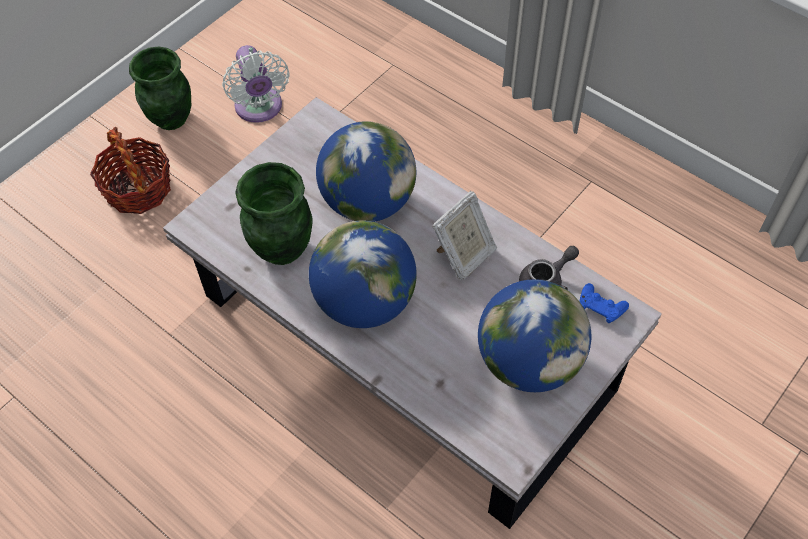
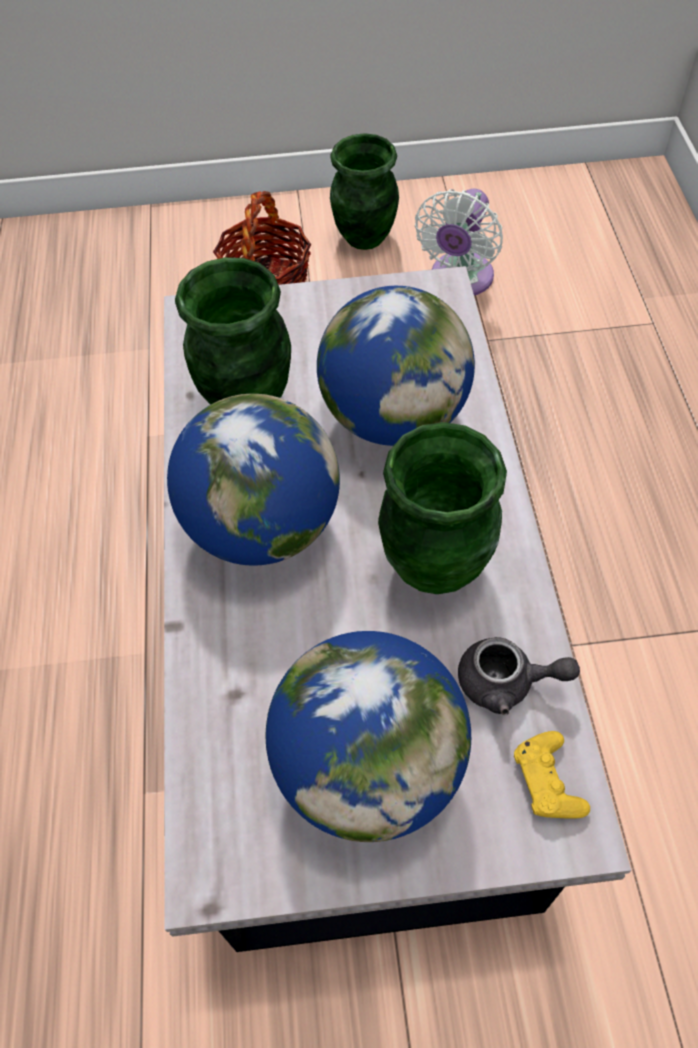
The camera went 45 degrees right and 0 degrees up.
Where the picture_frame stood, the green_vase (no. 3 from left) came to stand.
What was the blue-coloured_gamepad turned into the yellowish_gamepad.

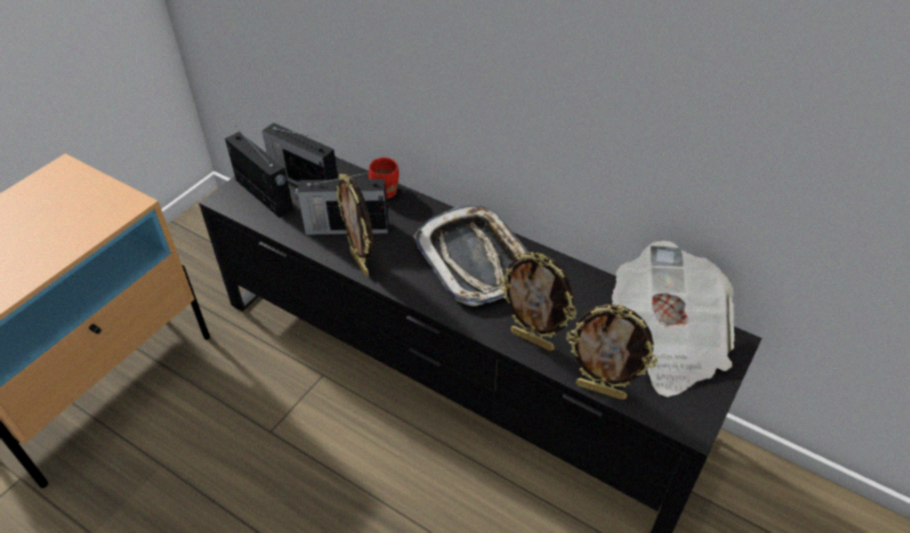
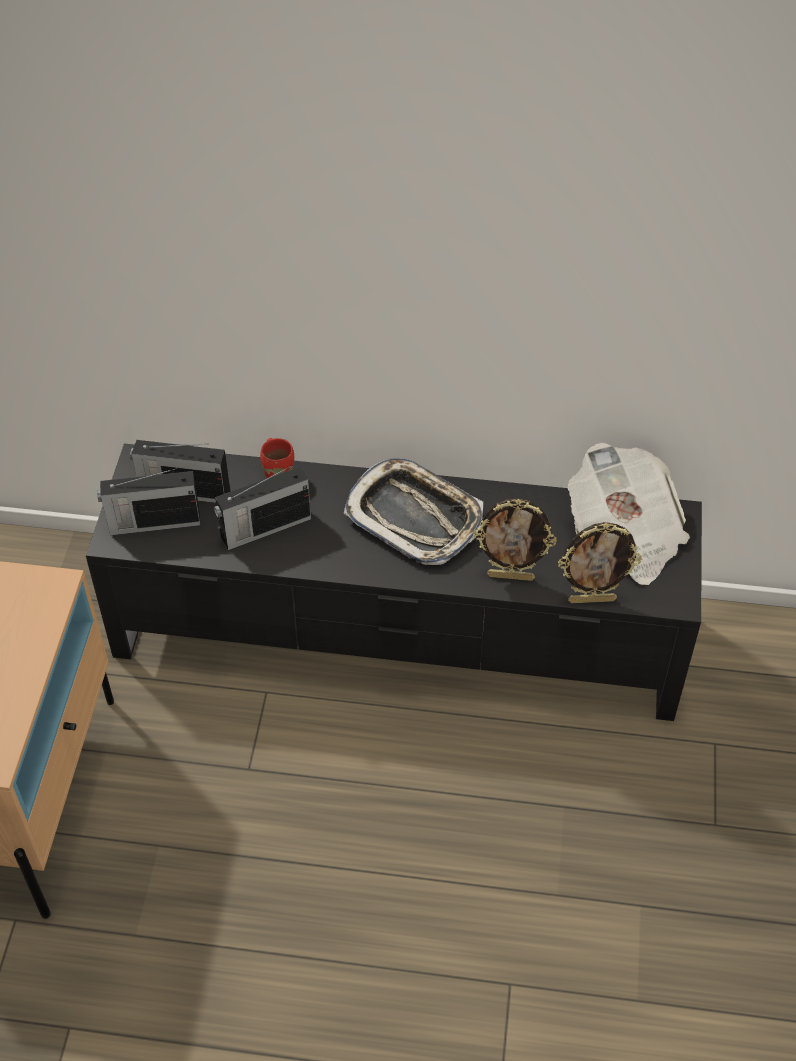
The camera went 25 degrees left and 5 degrees up.
The radio_receiver (no. 1 from left) ended up facing another way, 150 degrees clockwise from before.
The second view lost the picture_frame (no. 1 from left).

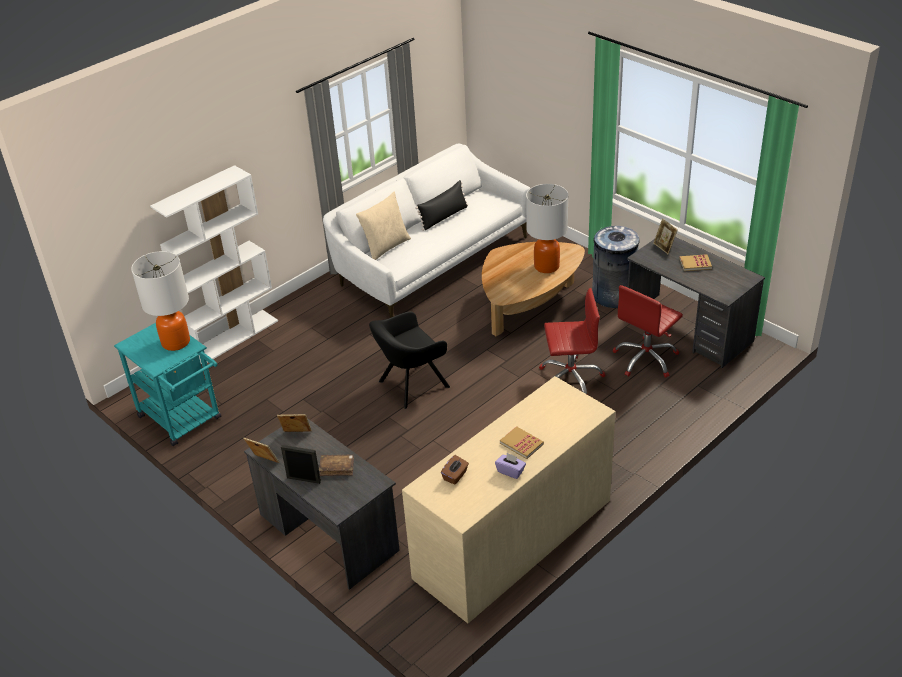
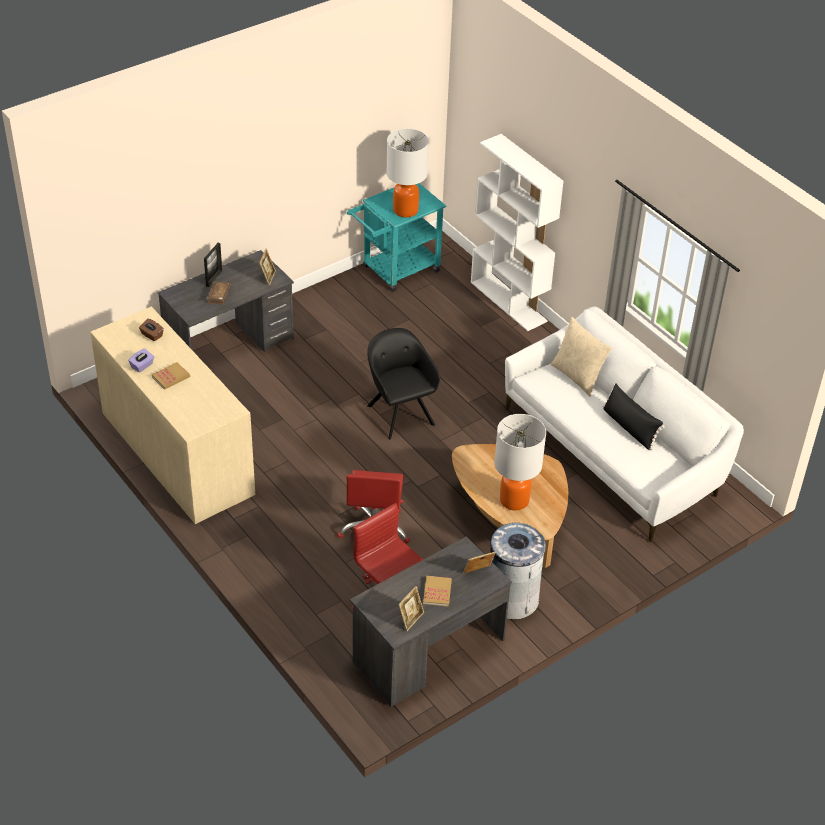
The camera went 95 degrees right and 5 degrees up.
The picture_frame (no. 1 from left in the first image) ended up elsewhere.

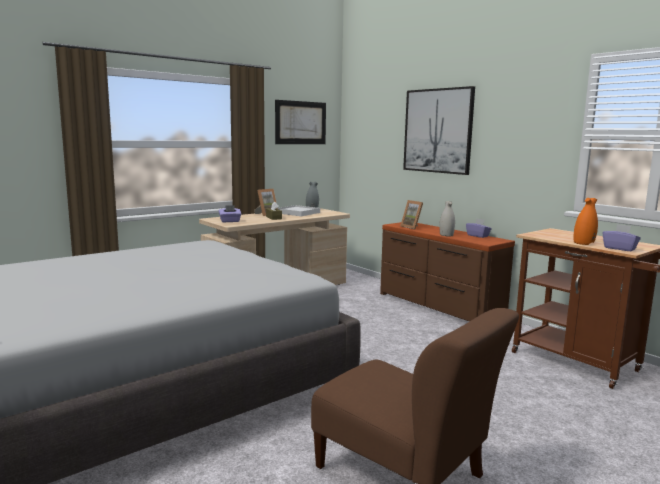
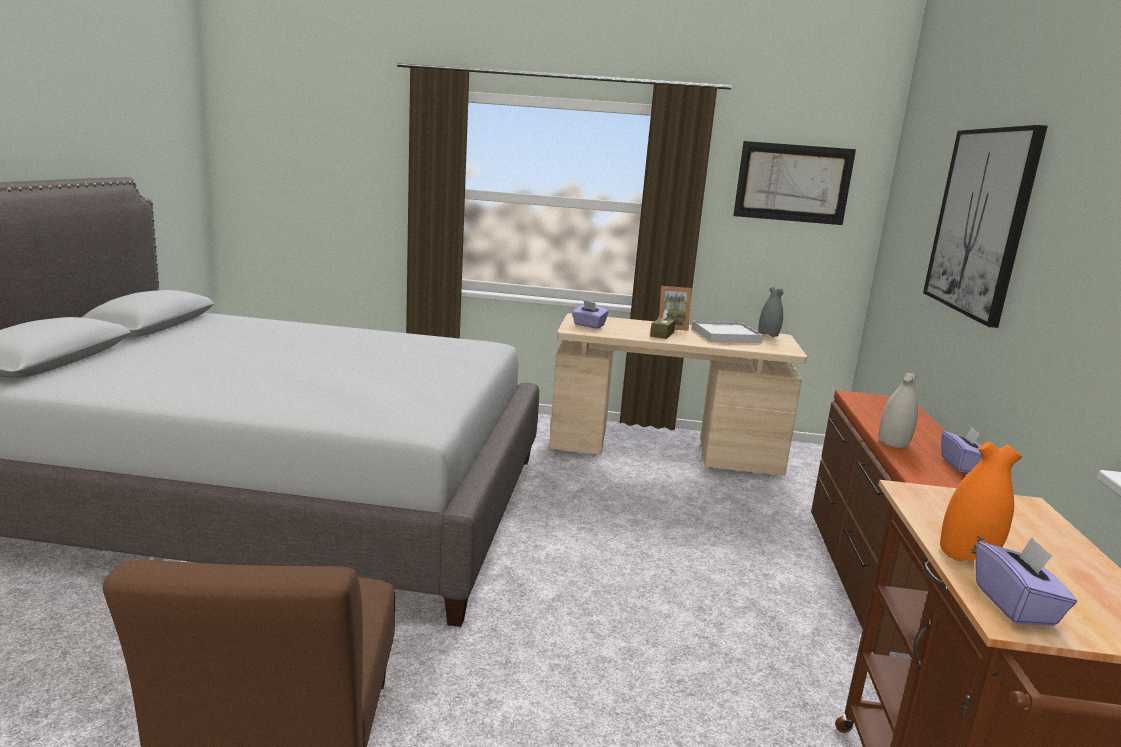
The camera went 45 degrees right and 5 degrees up.
The second view lost the picture_frame (no. 2 from left).

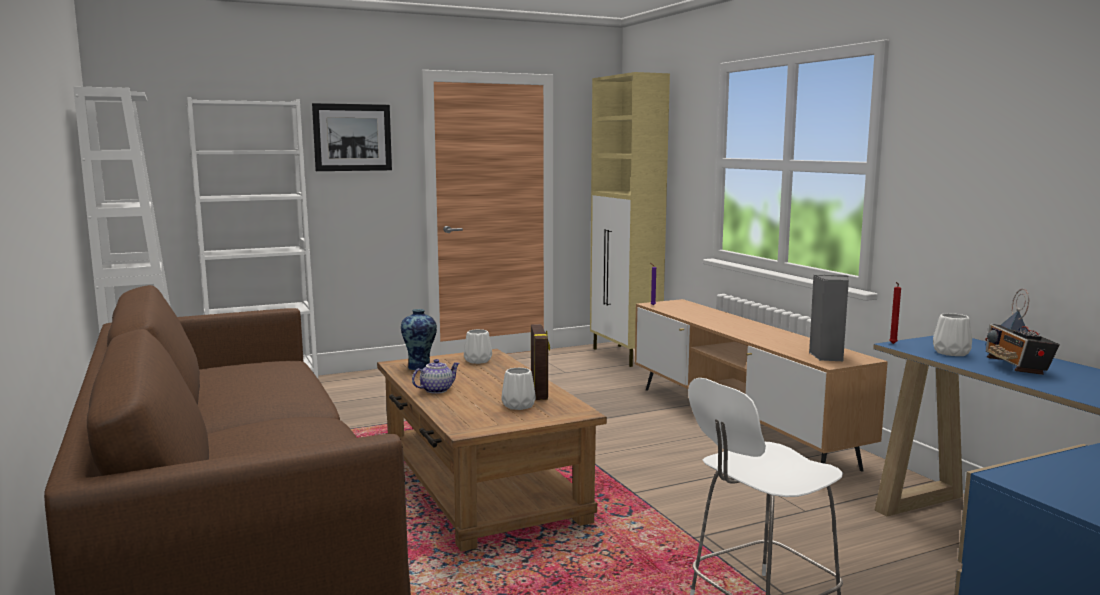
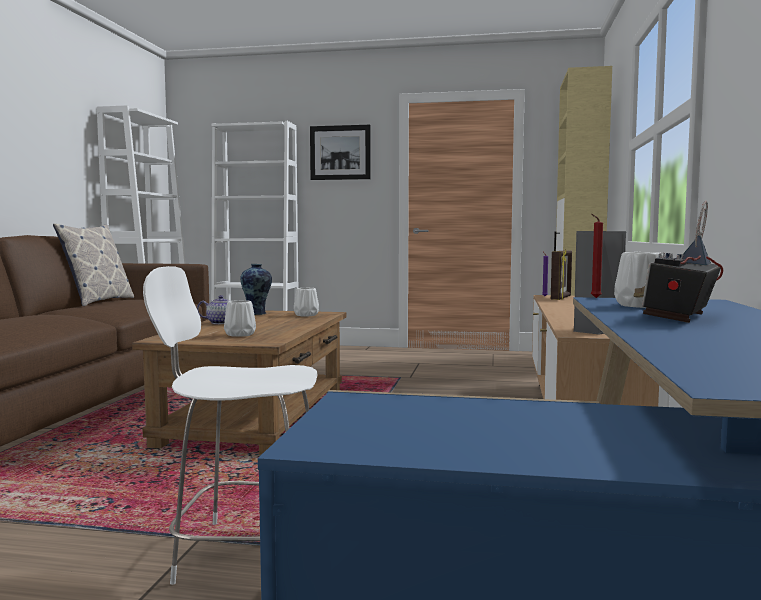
The camera went 35 degrees right and 5 degrees down.
The picture_frame ended up elsewhere.
The second view gained the cushion.

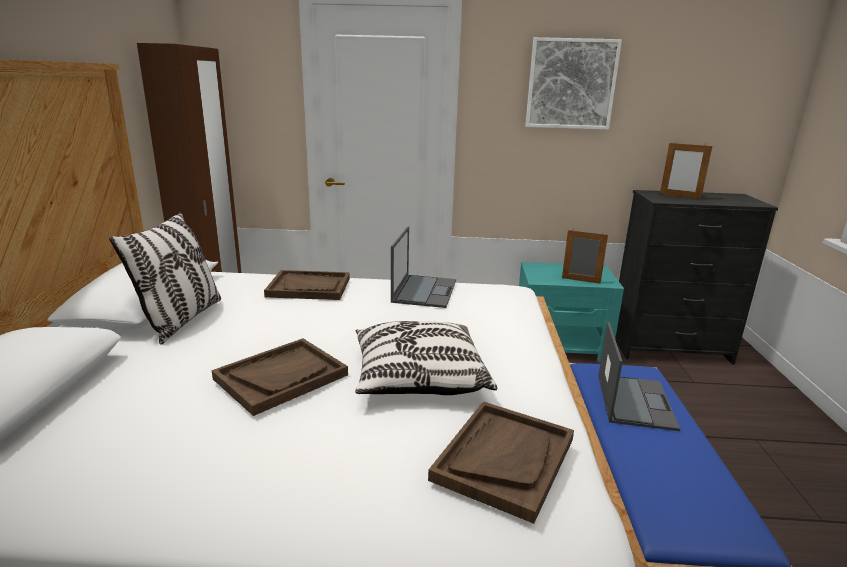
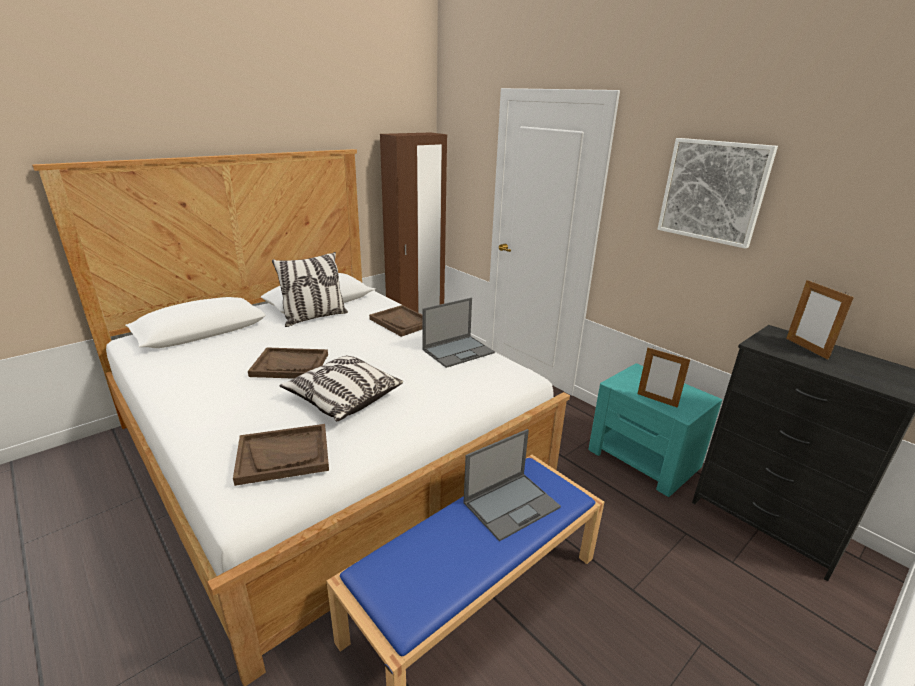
The camera went 45 degrees right and 5 degrees up.
The picture_frame (no. 1 from left) ended up facing another way, 150 degrees clockwise from before.

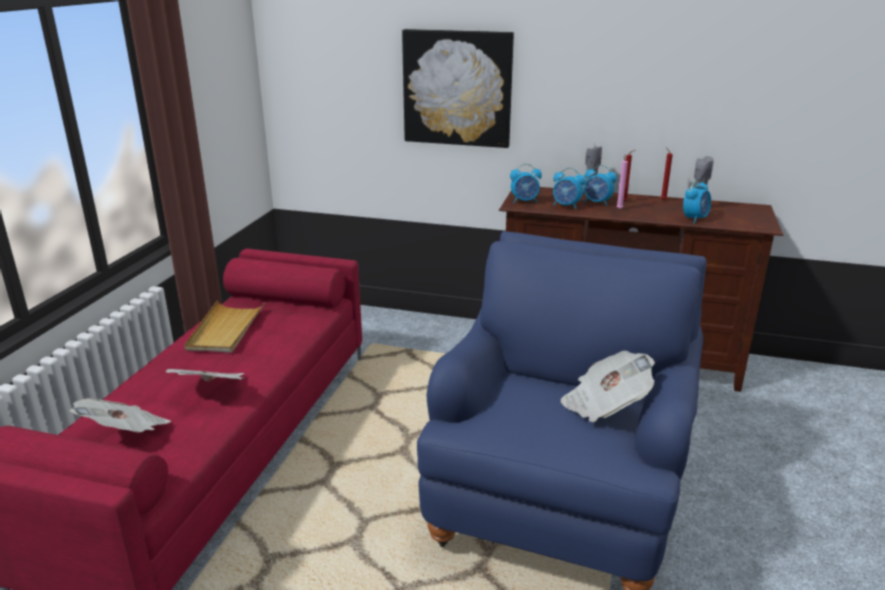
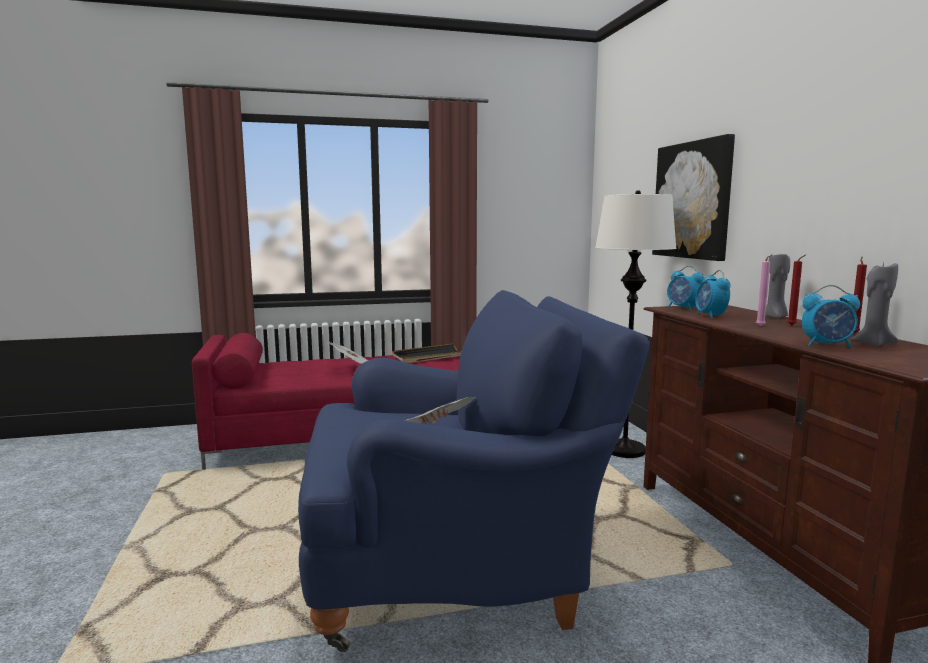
The camera went 60 degrees right and 15 degrees down.
The second view lost the newspaper (no. 1 from left).
What was the sand-coloured_serving_tray turned into the black-coloured_serving_tray.
The second view lost the alarm_clock (no. 3 from left).
The second view gained the white-coloured_standard_lamp.

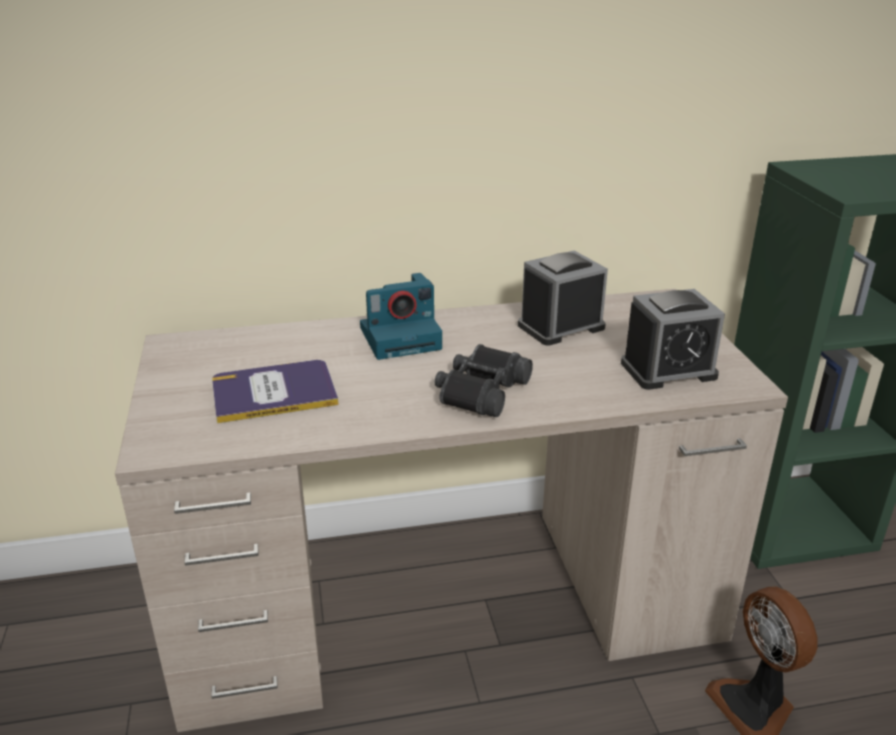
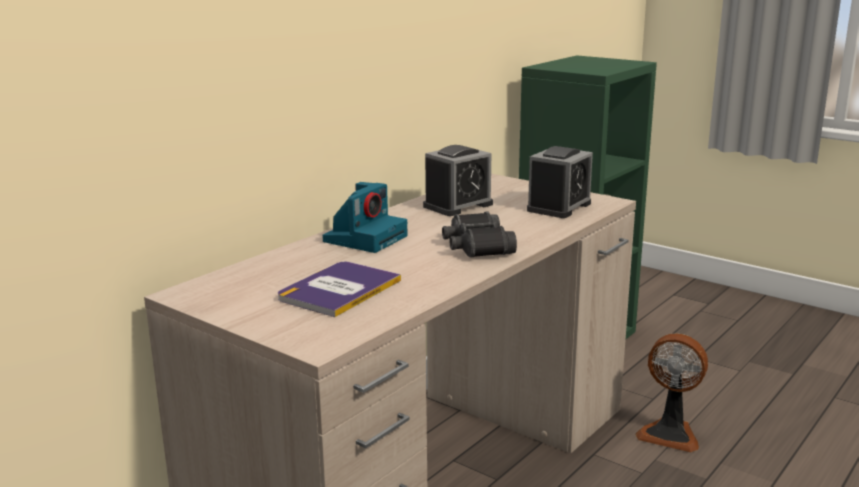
The camera went 40 degrees left and 10 degrees down.
The alarm_clock (no. 1 from left) ended up facing another way, 150 degrees counterclockwise from before.

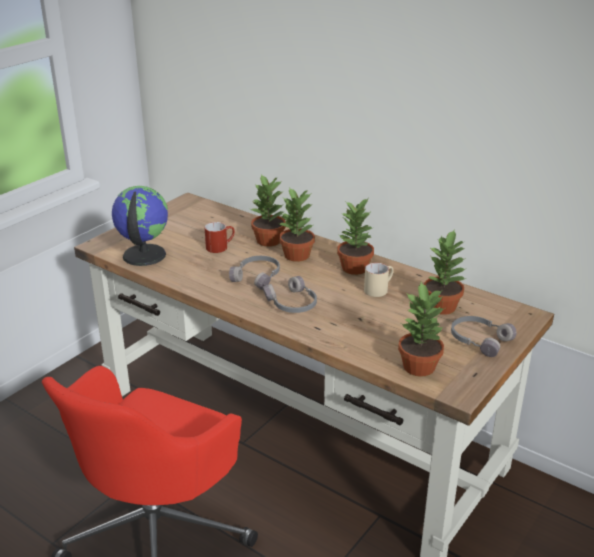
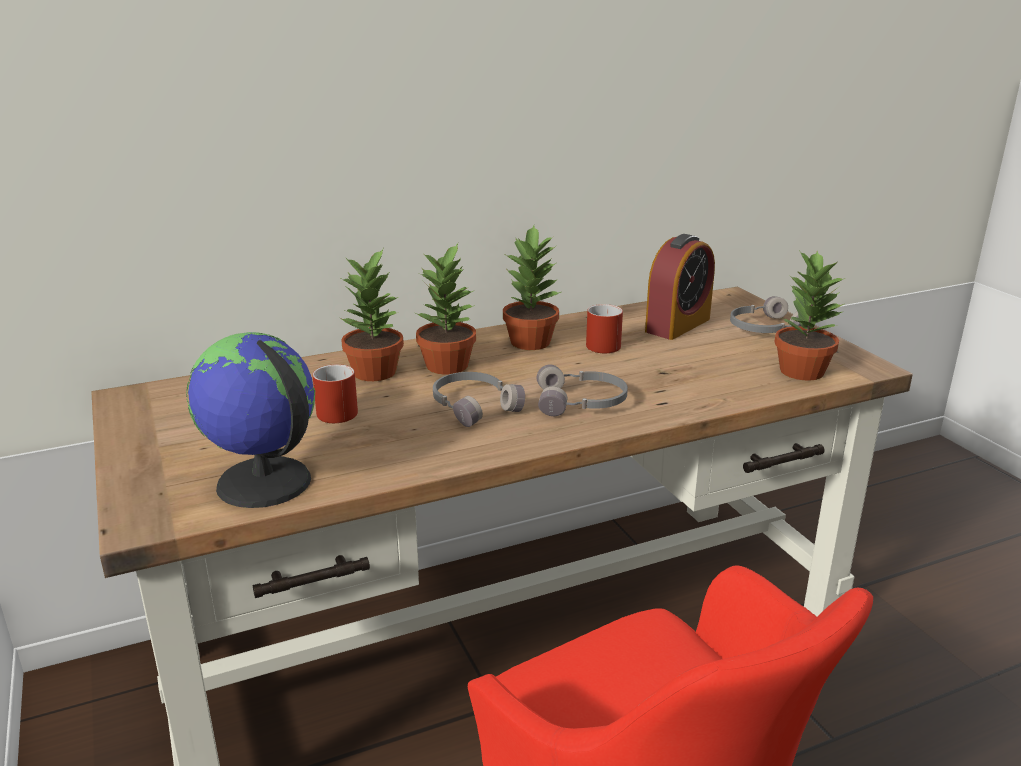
The camera went 60 degrees left and 5 degrees down.
What was the sand-coloured_tea_mug turned into the reddish_tea_mug (no. 2 from left).
Where the houseplant (no. 5 from left) stood, the alarm_clock came to stand.

